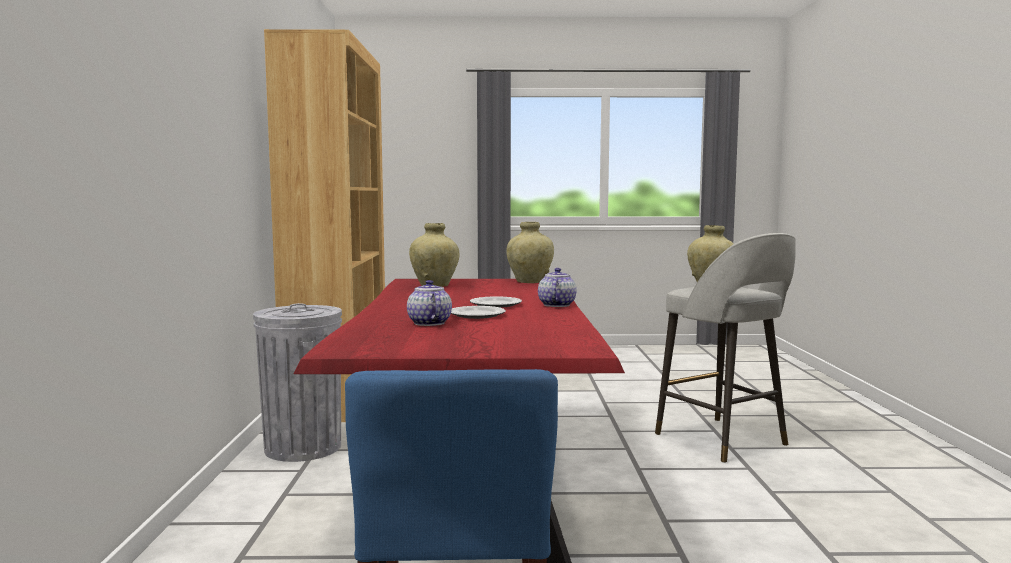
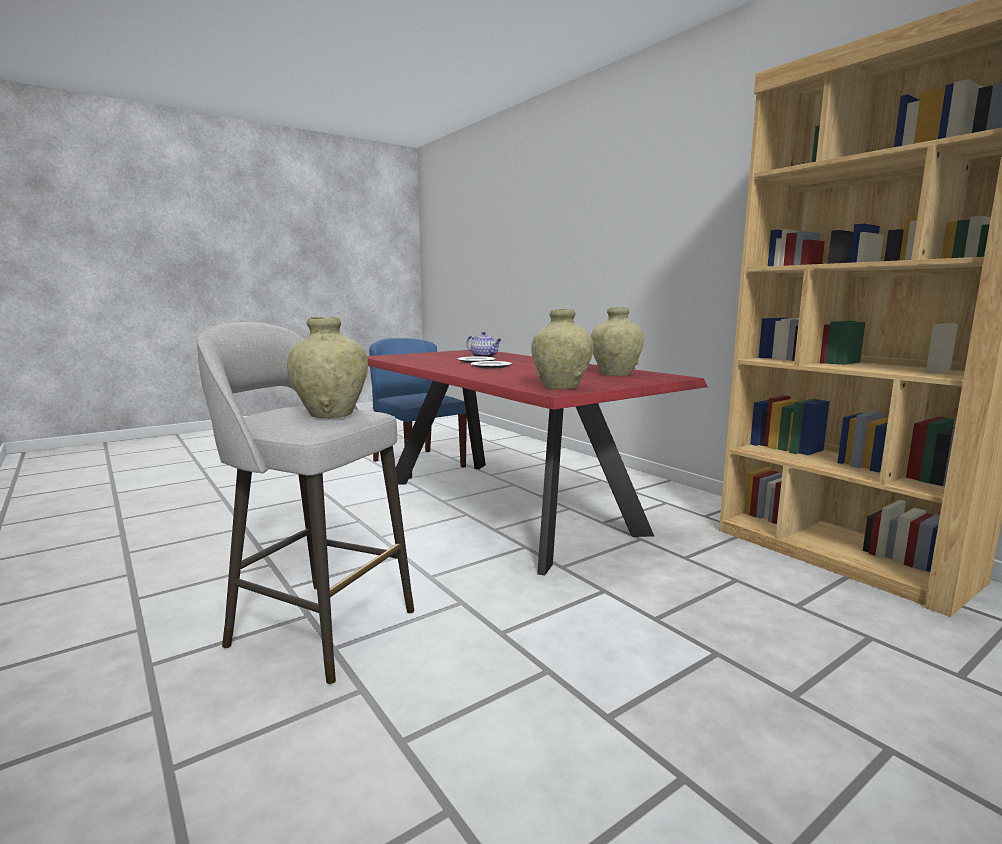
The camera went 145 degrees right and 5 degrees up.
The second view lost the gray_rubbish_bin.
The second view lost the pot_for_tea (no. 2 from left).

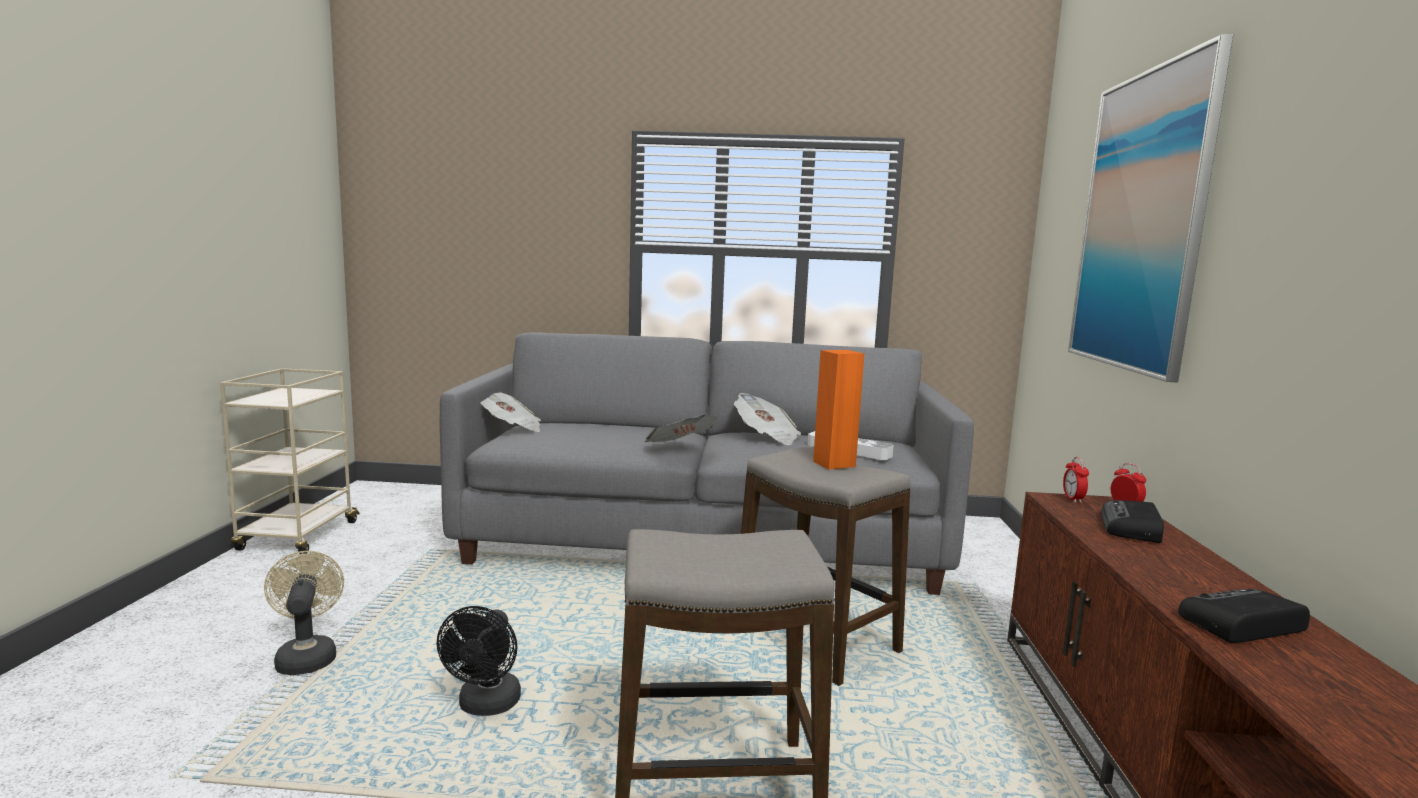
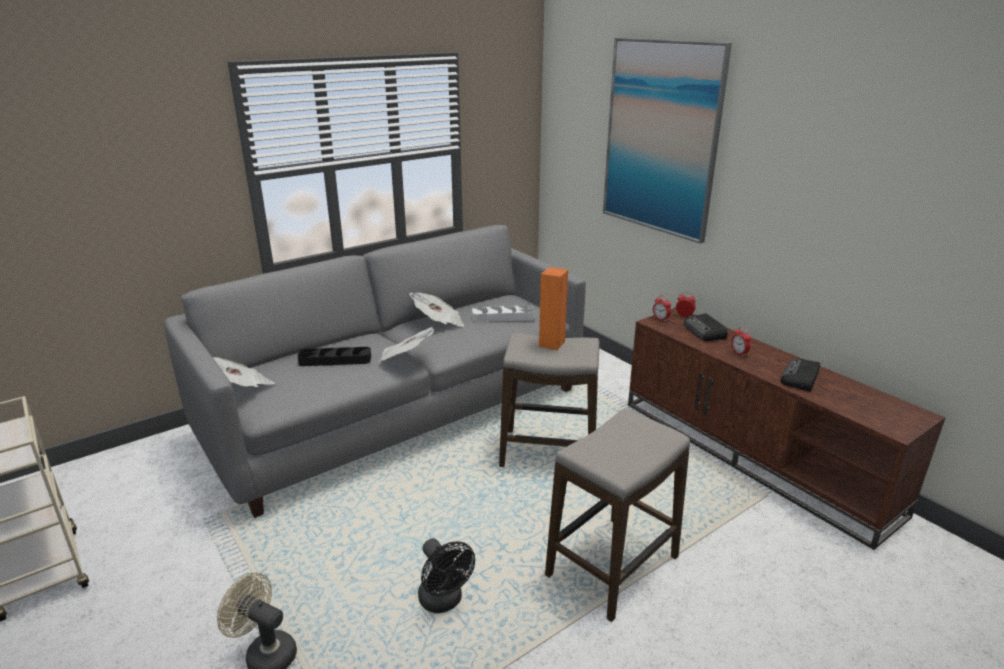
The camera went 40 degrees left and 15 degrees up.
The second view gained the black-coloured_serving_tray.
The second view gained the alarm_clock (no. 3 from left).

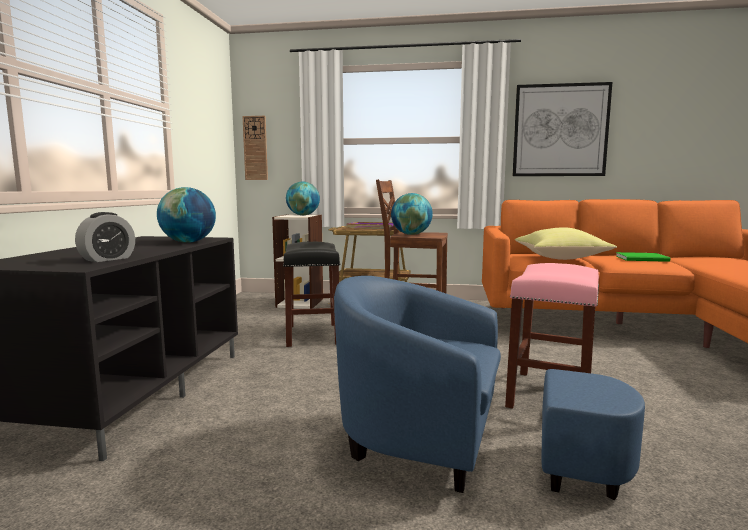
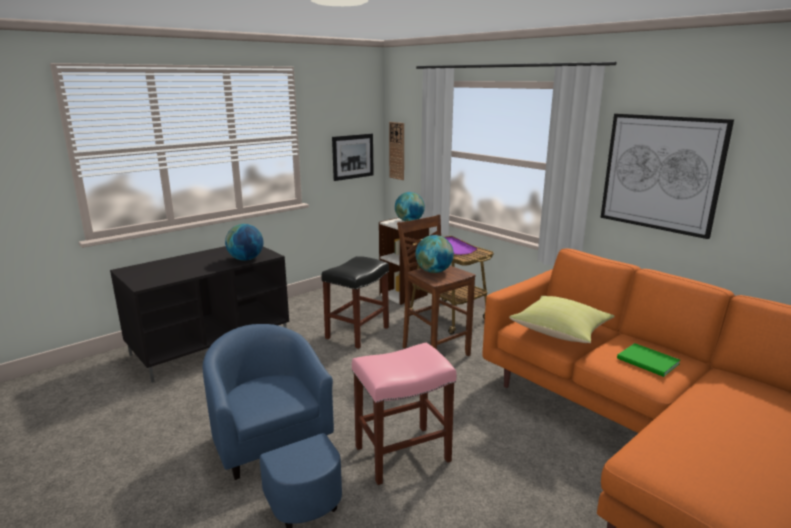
The camera went 40 degrees right and 10 degrees up.
The second view lost the alarm_clock.
The second view gained the wall_picture (no. 1 from left).

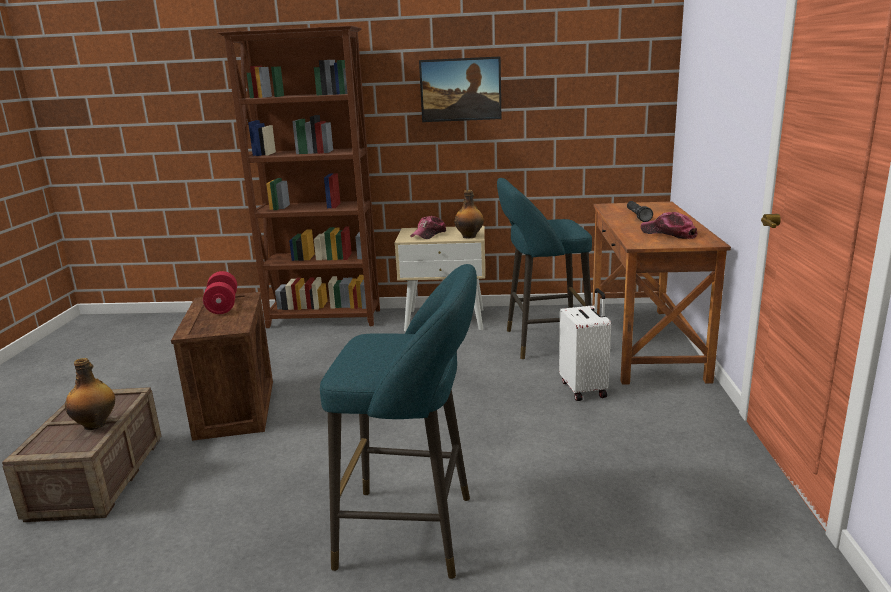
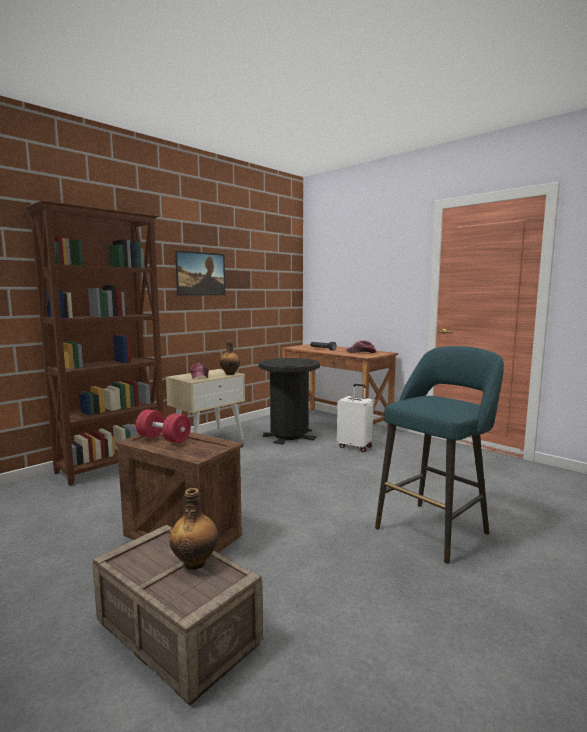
The camera went 50 degrees left and 10 degrees down.
Where the turquoise-coloured_sitting_stool (no. 2 from left) stood, the black-coloured_rubbish_bin came to stand.

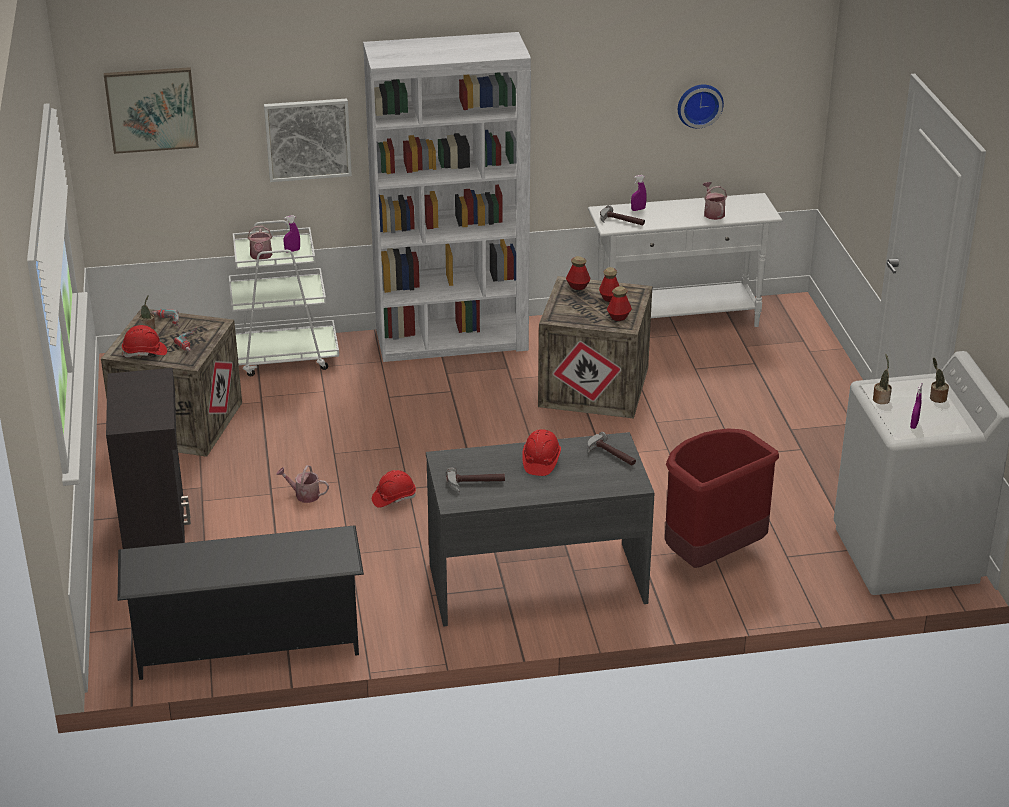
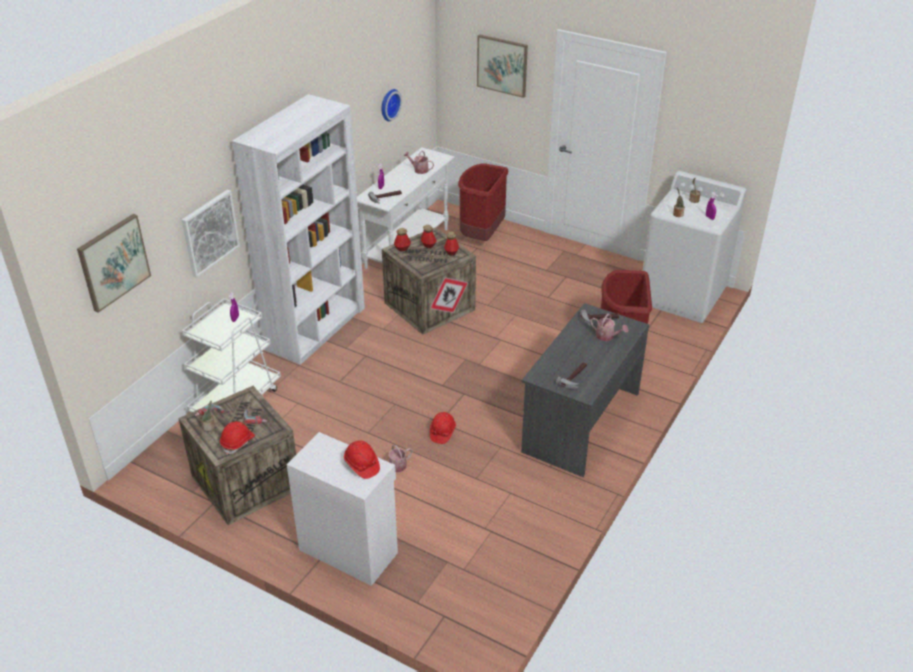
The camera went 50 degrees left and 5 degrees up.
What was the black-coloured_storage_cabinet turned into the white-coloured_storage_cabinet.
The second view lost the black-coloured_shoe_shelf.
The sprinkling_can (no. 1 from left in the first image) ended up elsewhere.
The reddish_work_helmet (no. 3 from left in the first image) ended up elsewhere.
The second view gained the reddish_rubbish_bin (no. 1 from left).
The second view gained the wall_picture (no. 3 from left).

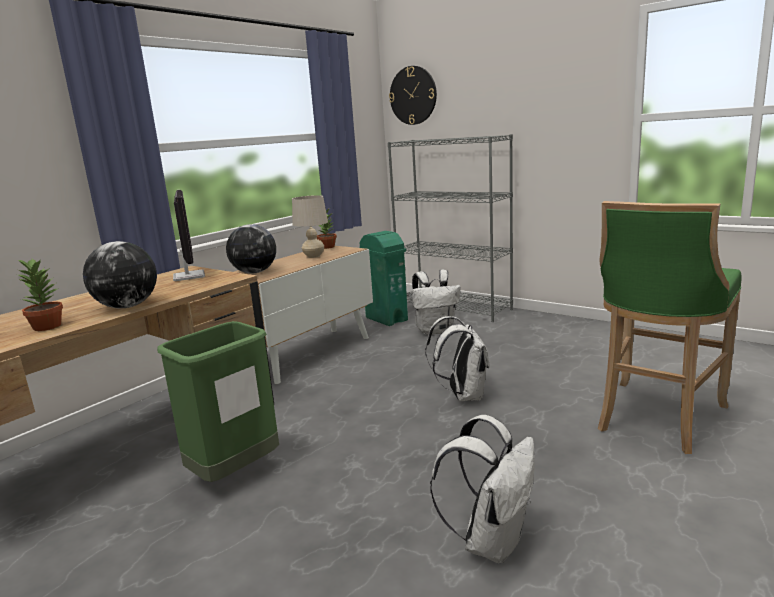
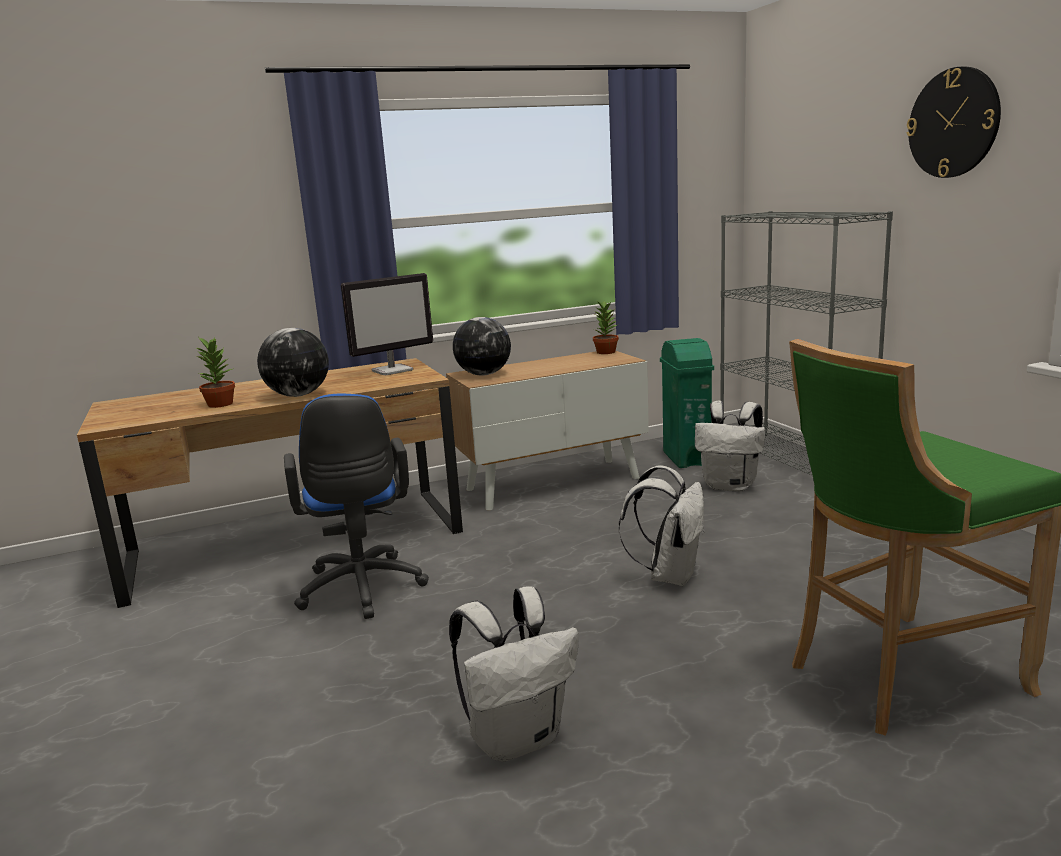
The camera went 30 degrees right and 0 degrees up.
Where the green_rubbish_bin (no. 1 from left) stood, the blue-coloured_computer_chair came to stand.
The computer_display ended up facing another way, 45 degrees clockwise from before.
The second view lost the sand-coloured_tabletop_lamp.
The clock_on_the_wall ended up elsewhere.

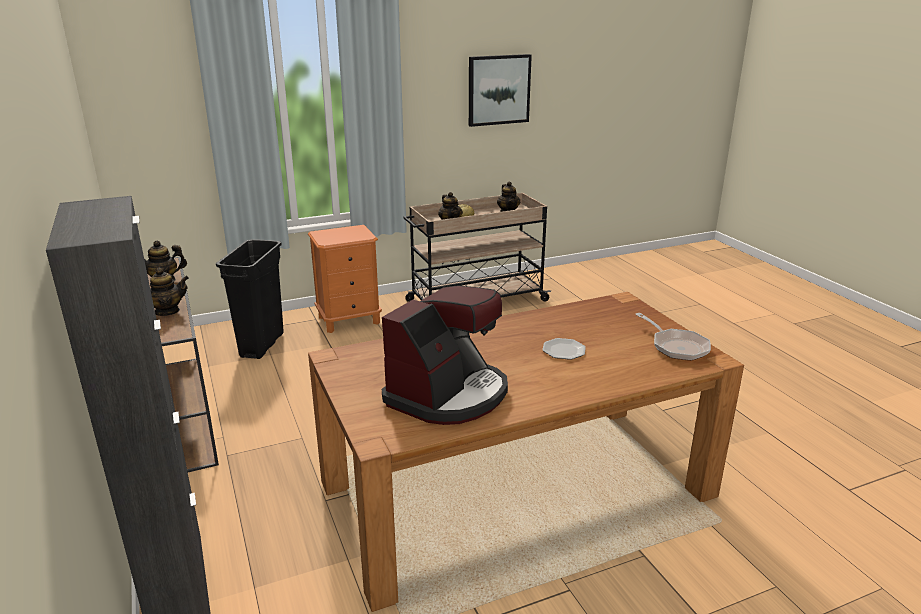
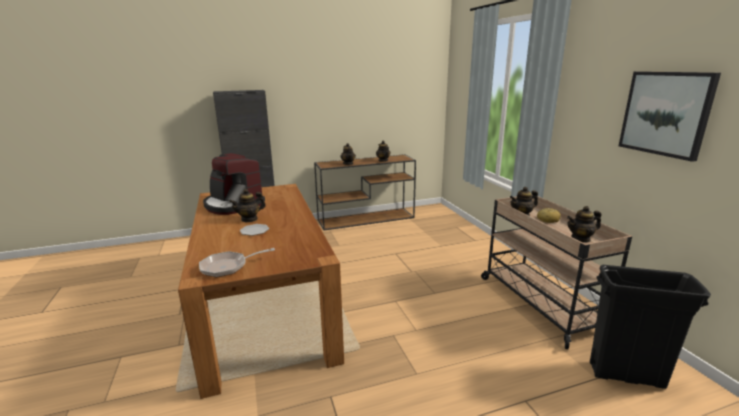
The camera went 95 degrees right and 5 degrees down.
The black-coloured_rubbish_bin ended up elsewhere.
The second view lost the orangey_nightstand.
The second view gained the pot_for_tea (no. 1 from left).

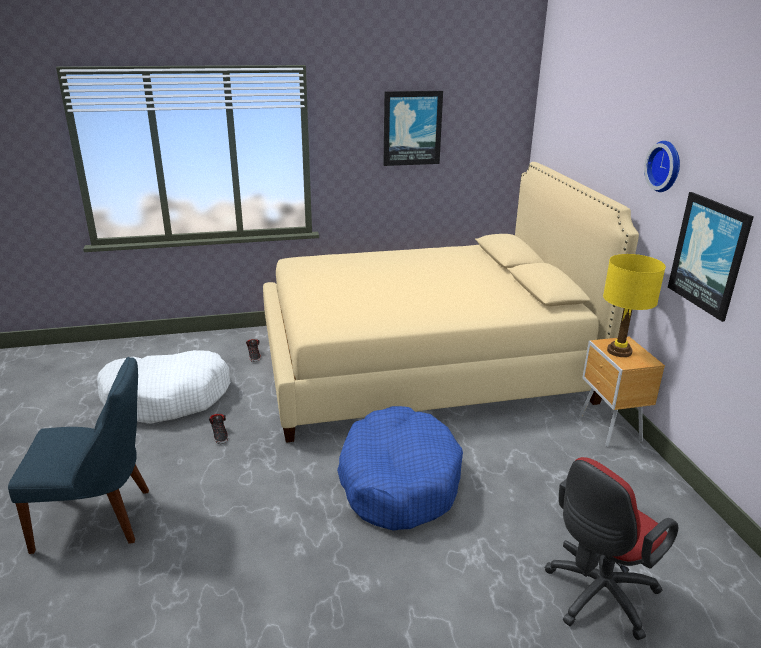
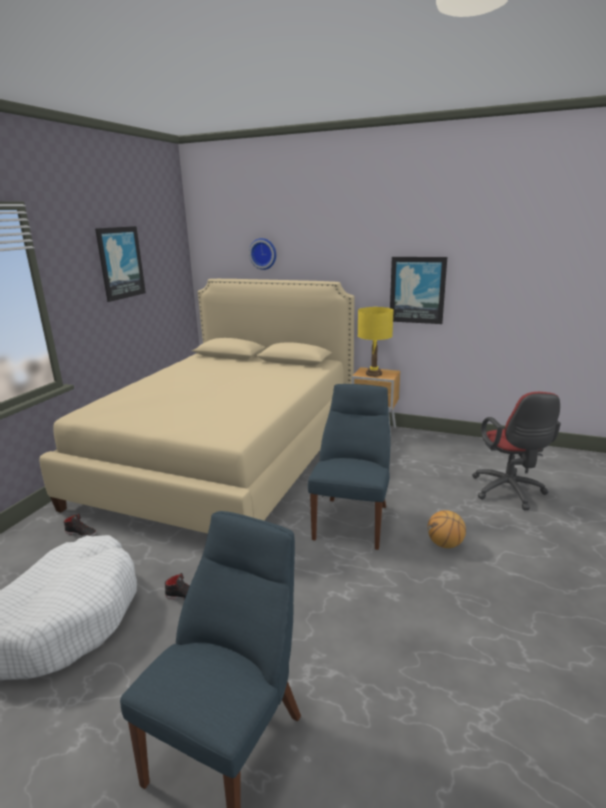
The camera went 55 degrees left and 5 degrees down.
Where the blue-coloured_dog_cushion stood, the blue-coloured_chair (no. 2 from left) came to stand.
The clock_on_the_wall ended up elsewhere.
The second view gained the basketball.

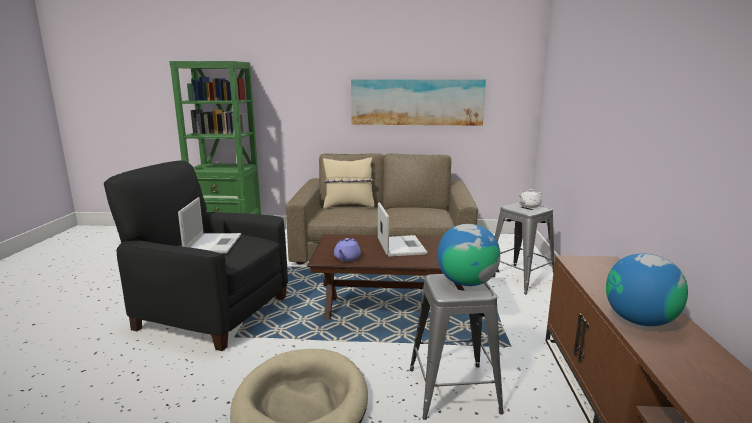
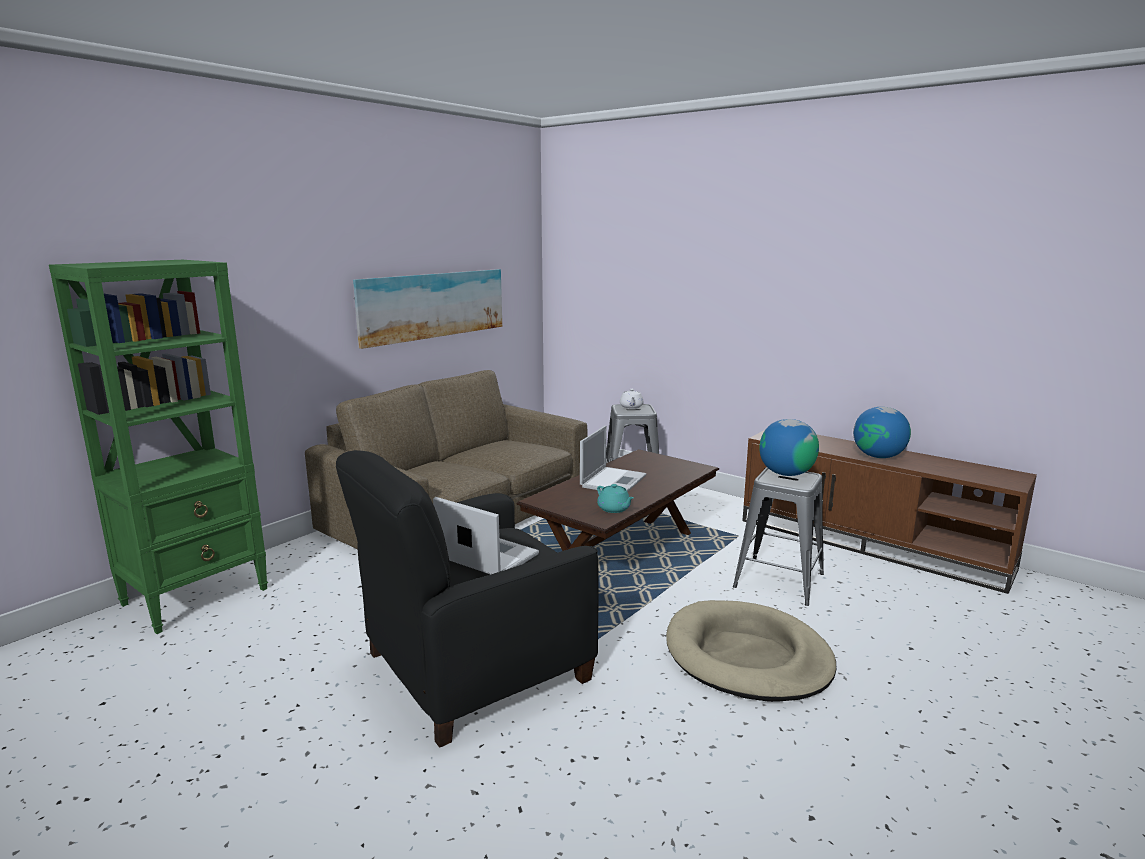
The camera went 55 degrees left and 0 degrees up.
The second view lost the sand-coloured_cushion.
What was the purple-coloured_pot_for_tea turned into the turquoise-coloured_pot_for_tea.
The portable_computer (no. 2 from left) ended up facing another way, 90 degrees clockwise from before.

